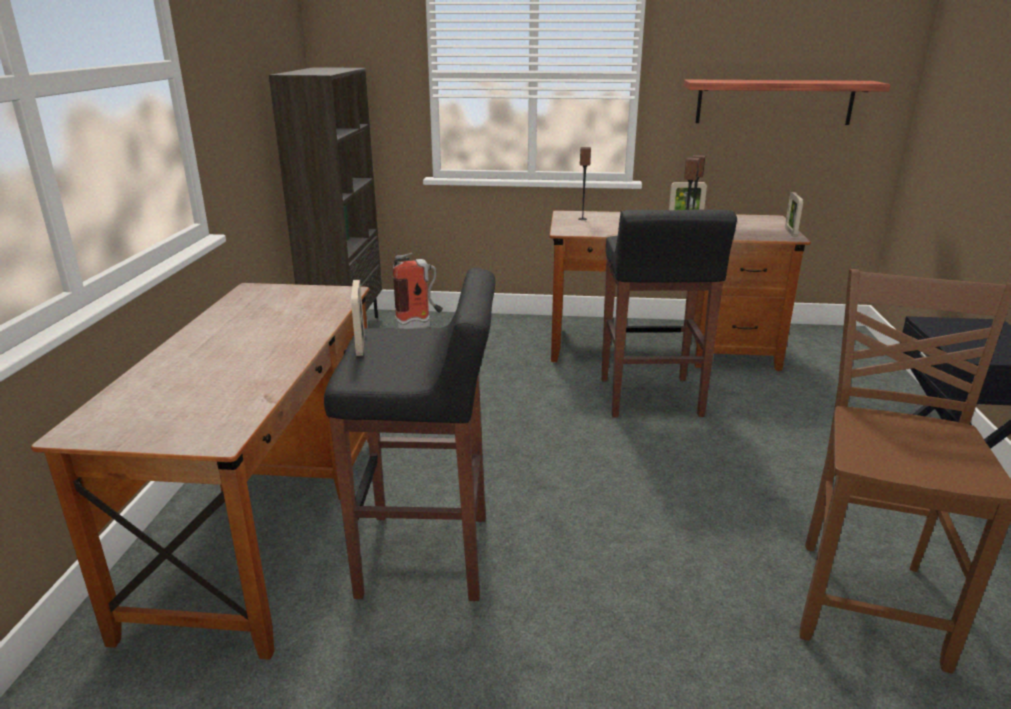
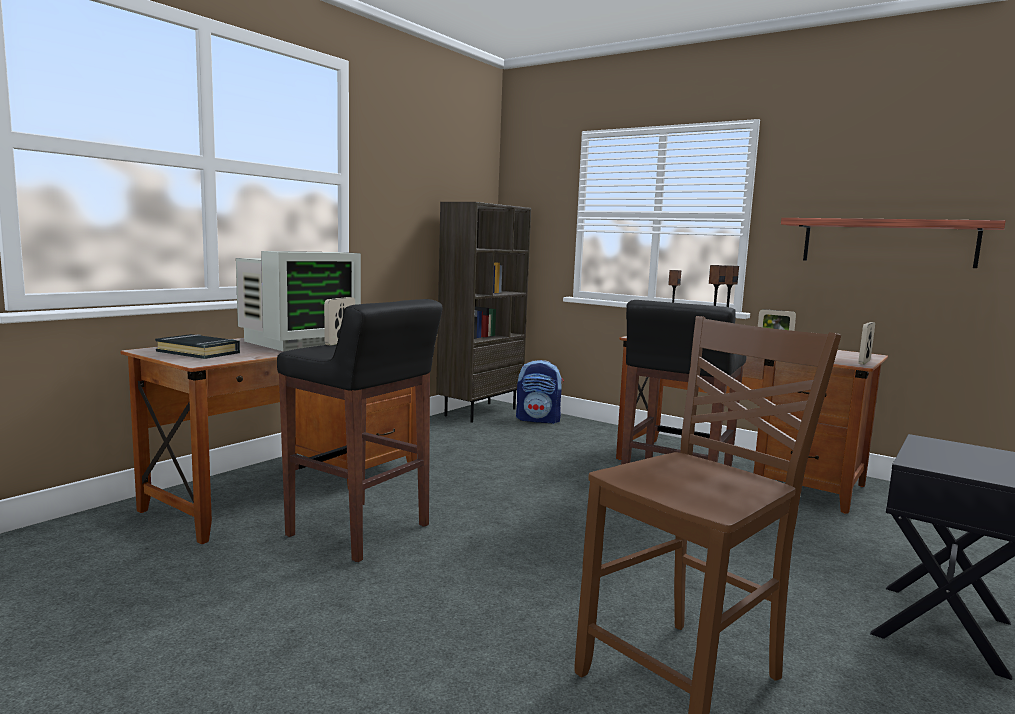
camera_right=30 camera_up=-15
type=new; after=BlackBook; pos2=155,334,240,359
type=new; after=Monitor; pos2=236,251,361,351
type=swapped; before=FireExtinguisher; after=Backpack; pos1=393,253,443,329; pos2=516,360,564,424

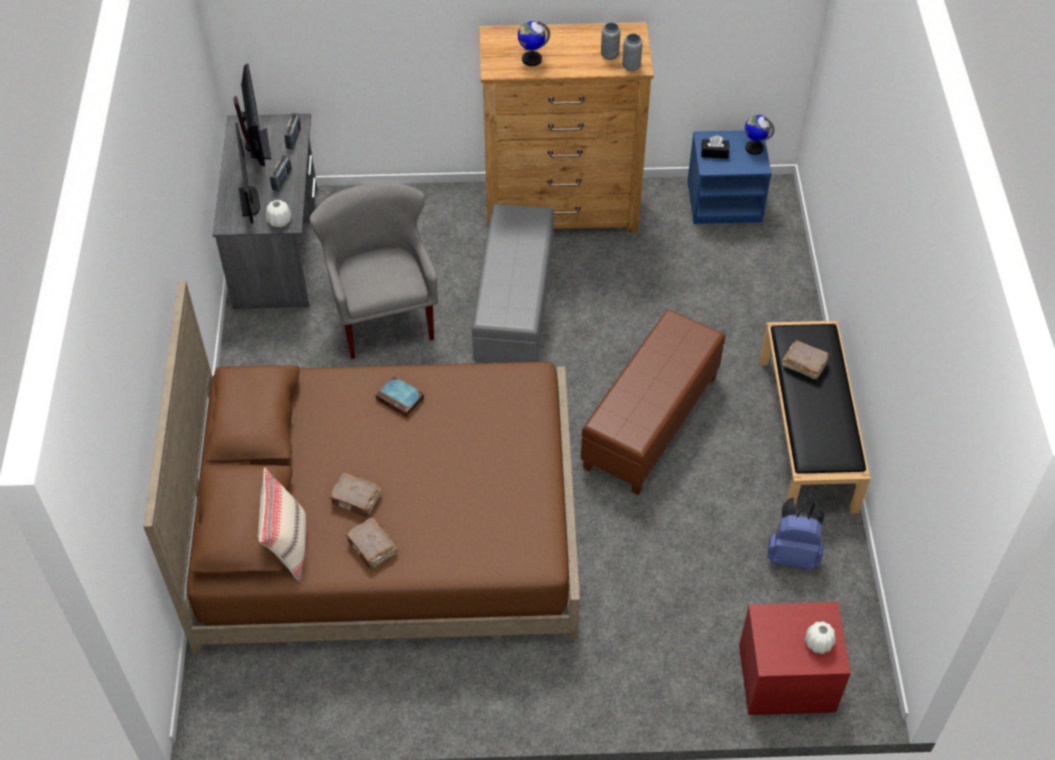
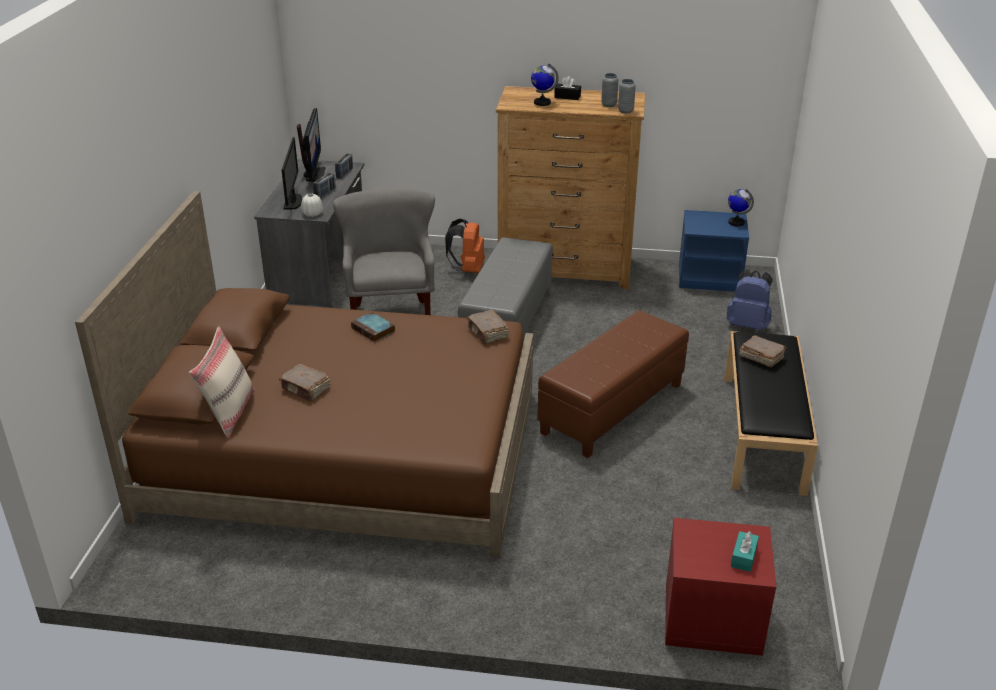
camera_right=10 camera_up=-20
type=new; after=OrangeBackpack; pos2=445,219,485,273
type=shifted; before=BrownBook; pos1=345,517,397,570; pos2=467,310,509,344
type=shifted; before=BlackTissueBox; pos1=701,136,729,159; pos2=554,76,581,100
type=shifted; before=BlueBackpack; pos1=767,498,825,570; pos2=726,269,773,330
type=swapped; before=WhiteVase; after=TurquoiseTissueBox; pos1=805,621,836,654; pos2=731,531,759,572

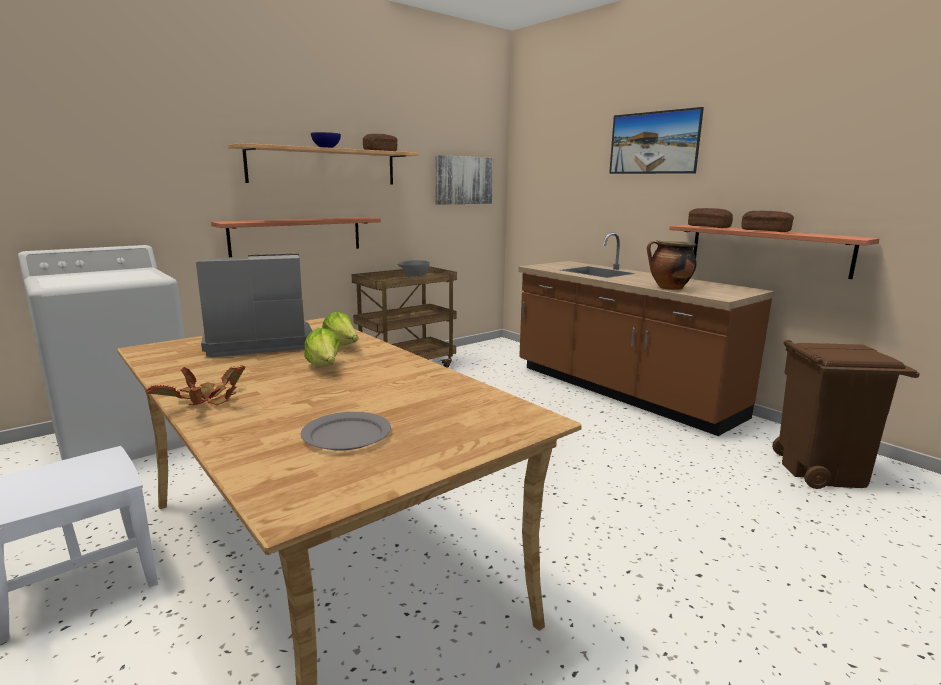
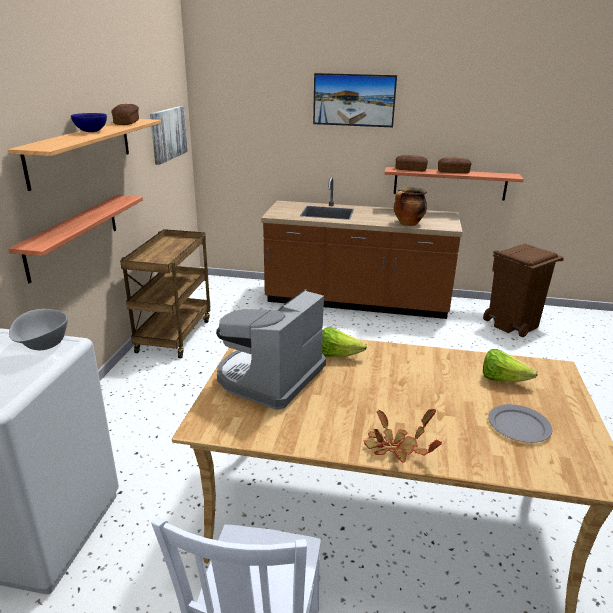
camera_right=-40 camera_up=10
type=shifted; before=Lettuce; pos1=304,328,341,367; pos2=483,349,538,382
type=shifted; before=GreyBowl; pos1=397,260,430,277; pos2=9,309,68,350

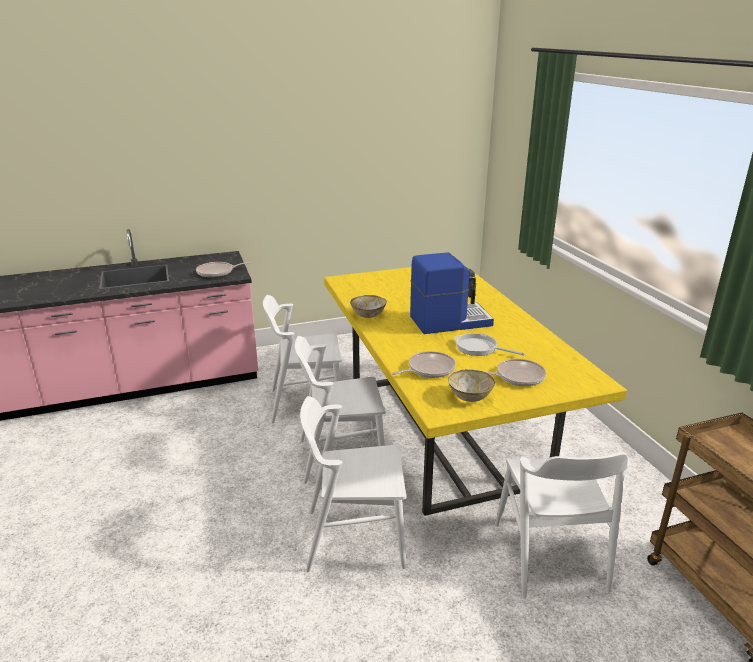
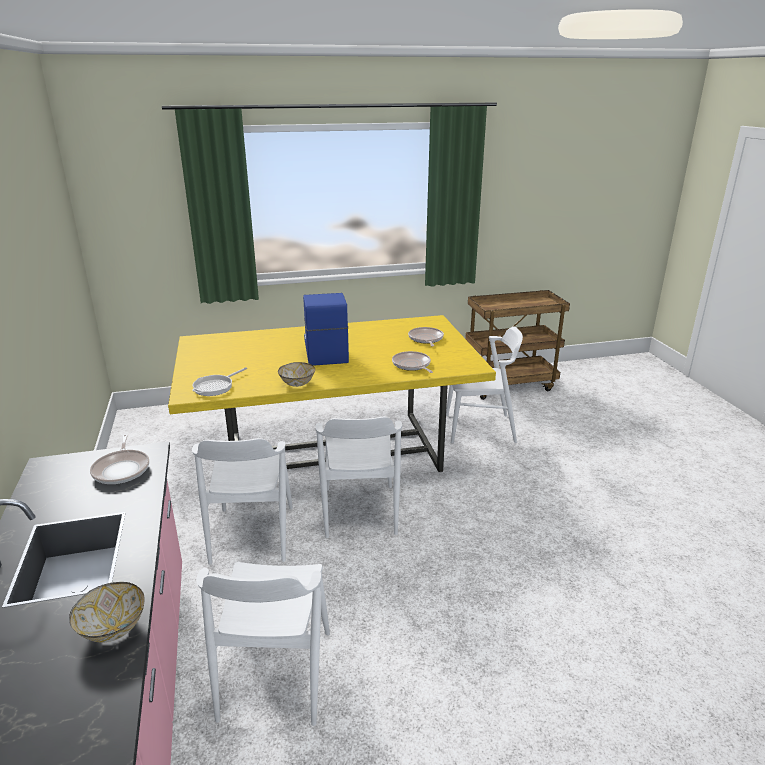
camera_right=-85 camera_up=0
type=shifted; before=WhiteChair; pos1=300,396,407,572; pos2=196,562,330,726
type=shifted; before=Bowl; pos1=448,370,495,402; pos2=69,582,144,643
type=shifted; before=FryingPan; pos1=453,333,525,356; pos2=192,367,247,396

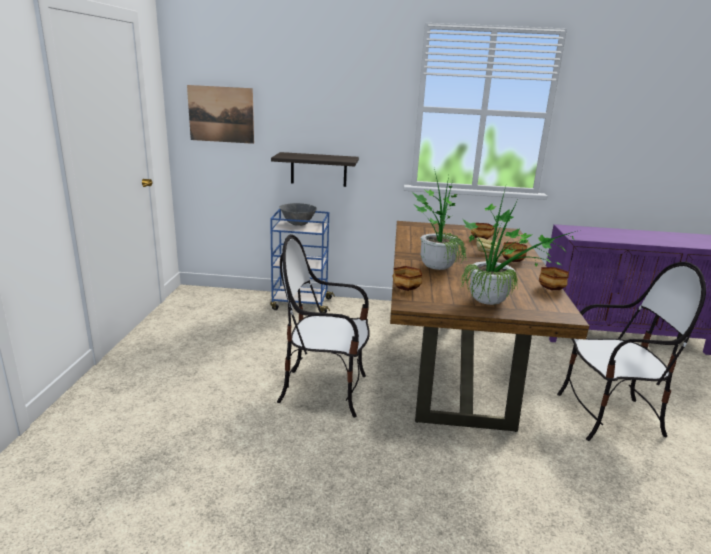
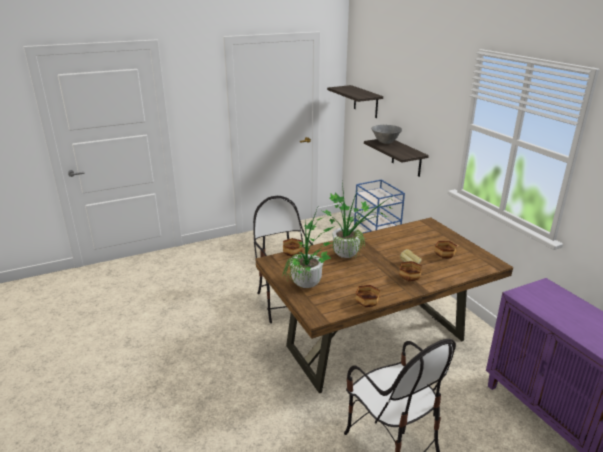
camera_right=60 camera_up=5
type=shifted; before=GreyBowl; pos1=280,203,317,226; pos2=371,125,402,144
type=swapped; before=Picture; after=Shelf; pos1=187,85,254,144; pos2=327,85,383,118

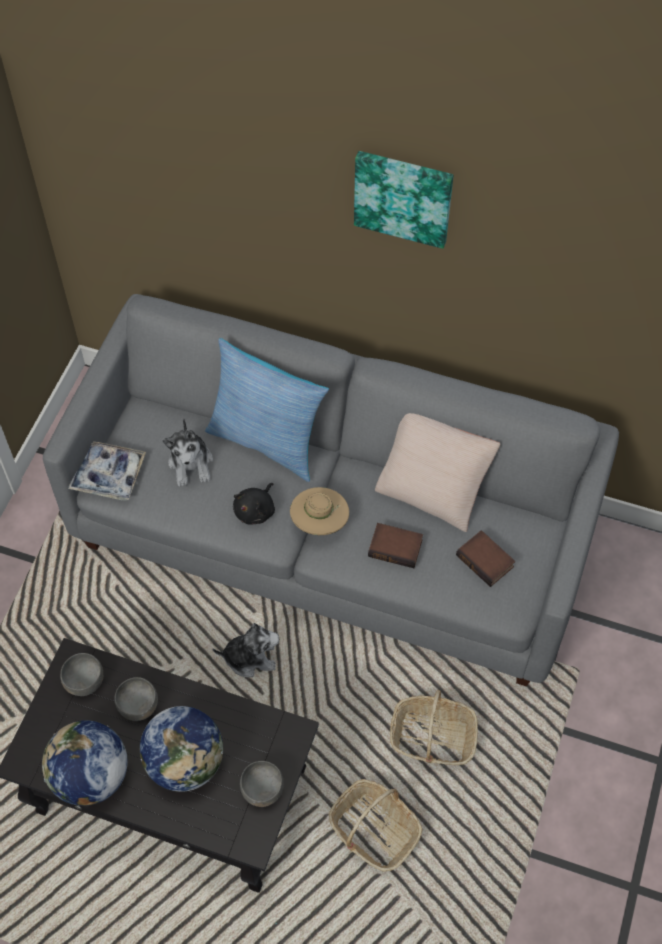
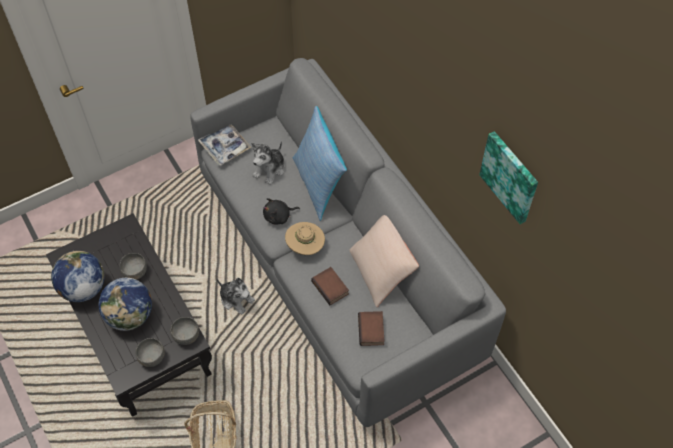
camera_right=40 camera_up=0
type=gone; before=Basket; pos1=390,690,478,765
type=shifted; before=GreyBowl; pos1=60,653,103,696; pos2=170,317,199,345
type=shifted; before=Picture; pos1=354,151,454,249; pos2=479,131,538,224

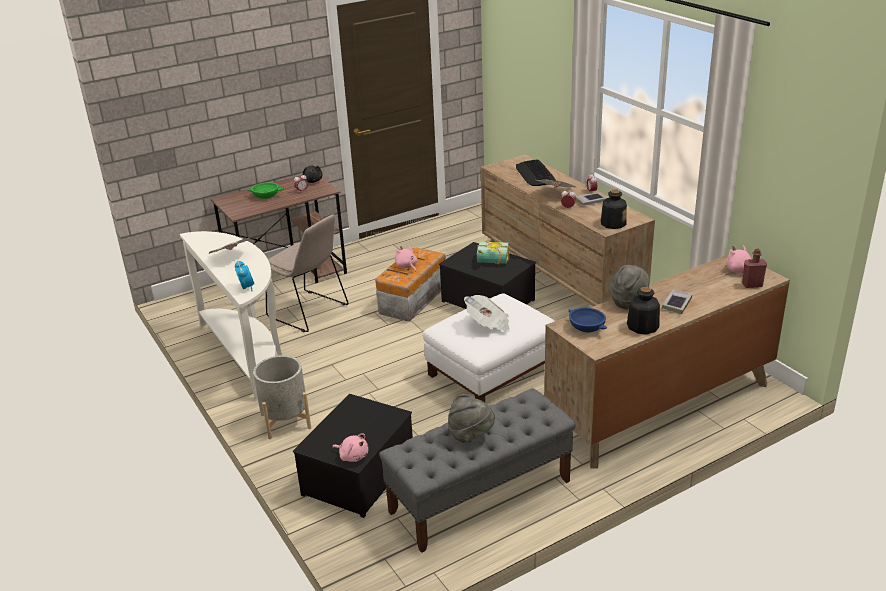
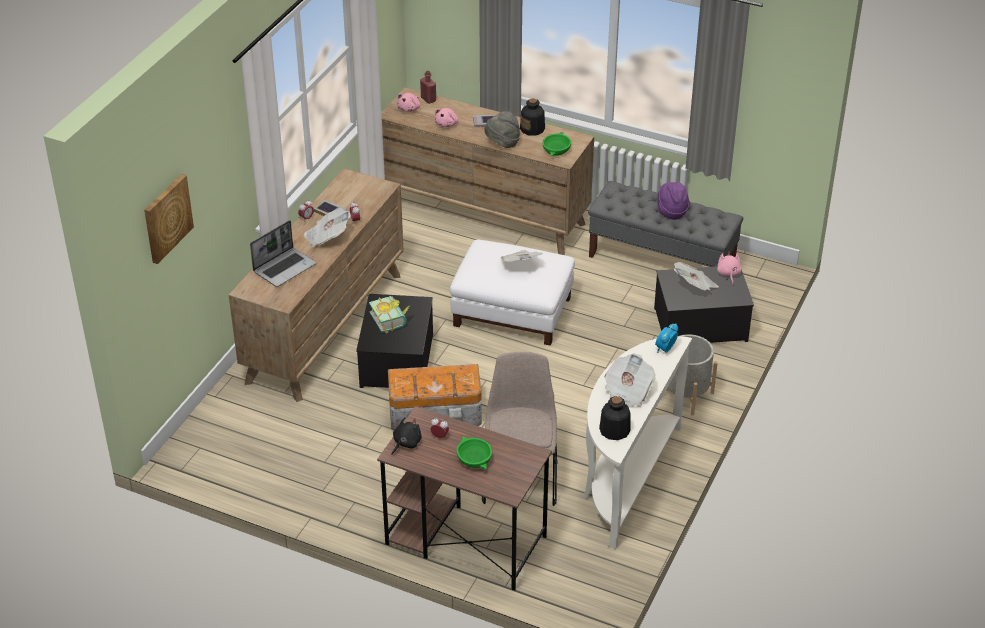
camera_right=-125 camera_up=10
type=new; after=Picture; pos2=144,174,194,264
type=new; after=Newspaper; pos2=673,262,719,291
type=shifted; before=PinkPlushToy; pos1=395,245,417,272; pos2=435,108,458,127
type=shifted; before=Bottle; pos1=601,190,627,229; pos2=599,396,630,440
type=swapped; before=Keyboard; after=Laptop; pos1=516,160,556,186; pos2=250,220,316,287
type=repainted; before=GreyHat; after=PurpleHat; pos1=448,394,495,443; pos2=657,182,690,220
type=repainted; before=BlueBowl; after=GreenBowl; pos1=568,308,607,332; pos2=543,132,571,156

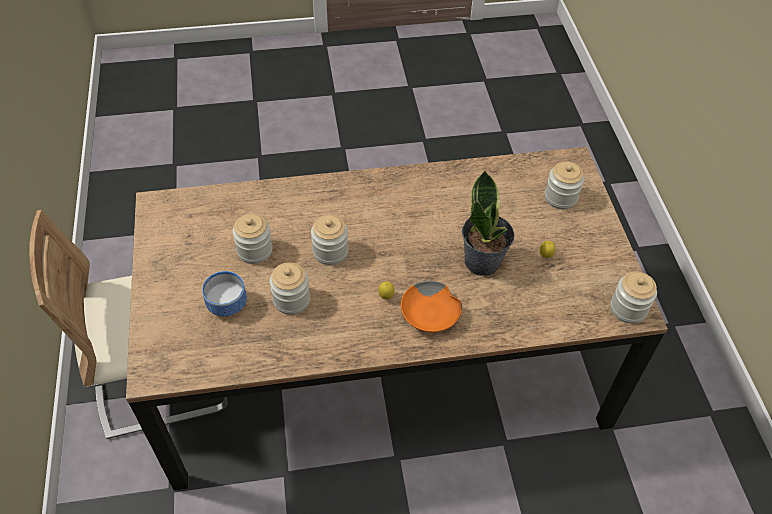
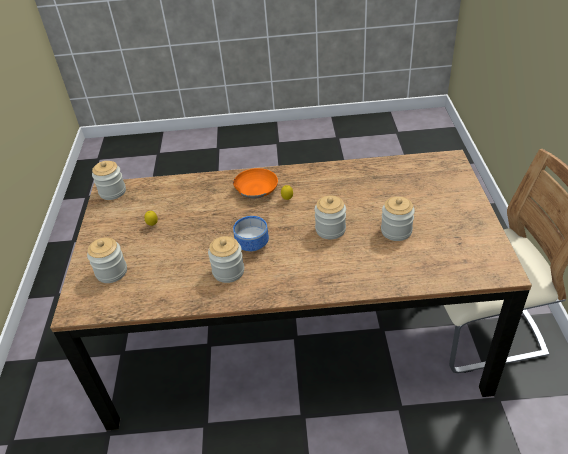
camera_right=-170 camera_up=-10
type=gone; before=PottedPlant; pos1=462,171,514,276
type=shifted; before=Bowl; pos1=202,271,247,316; pos2=233,216,269,252
type=shifted; before=Jar; pos1=270,262,310,315; pos2=208,236,244,283

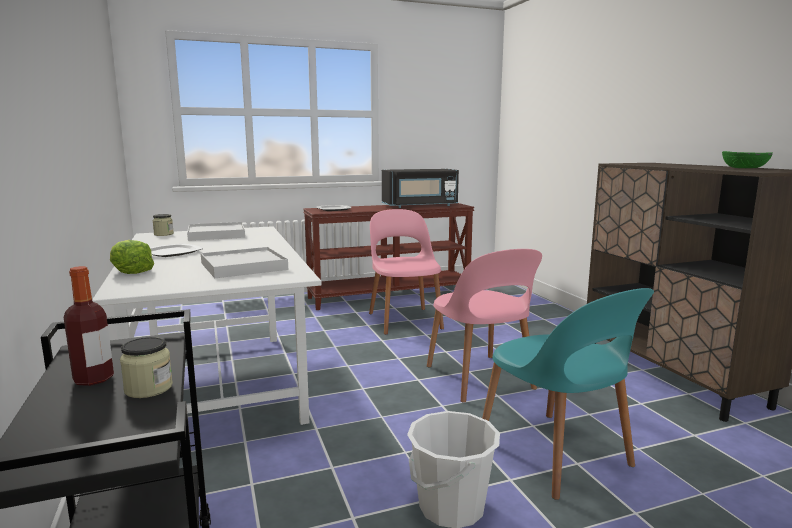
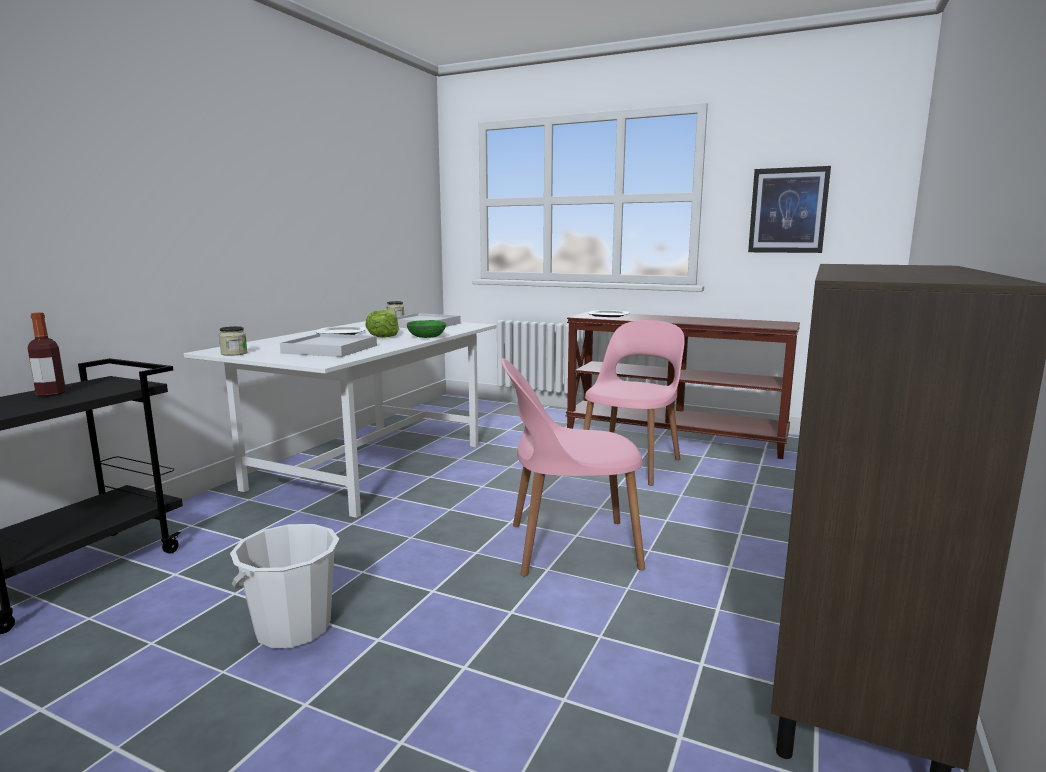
camera_right=45 camera_up=0
type=gone; before=BlackMicrowave; pos1=382,169,459,208
type=gone; before=TurquoiseChair; pos1=482,288,654,500
type=new; after=Picture; pos2=748,166,831,253
type=shifted; before=Lettuce; pos1=110,240,154,274; pos2=365,310,399,337
type=shifted; before=Jar; pos1=120,337,173,398; pos2=219,326,248,356
type=shifted; before=GreenBowl; pos1=722,151,773,168; pos2=407,320,446,338
type=rotated; before=PinkChair; pos1=427,249,542,403; pos2=501,358,645,576; turn=60

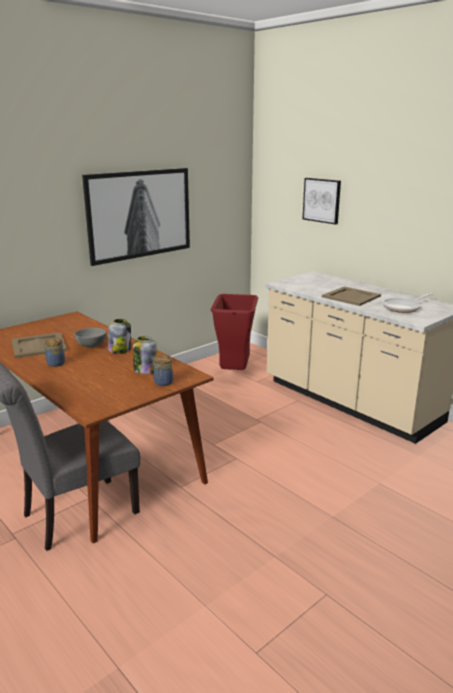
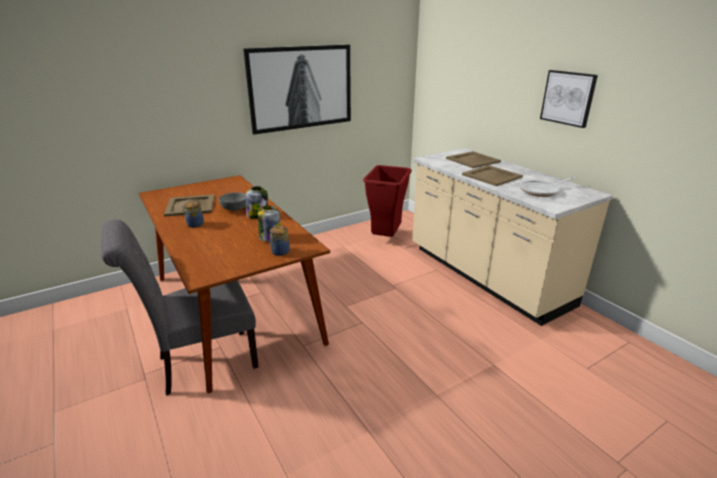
camera_right=10 camera_up=5
type=new; after=BeigeTray; pos2=446,151,501,168
type=shifted; before=Picture; pos1=303,178,341,224; pos2=540,70,598,128

